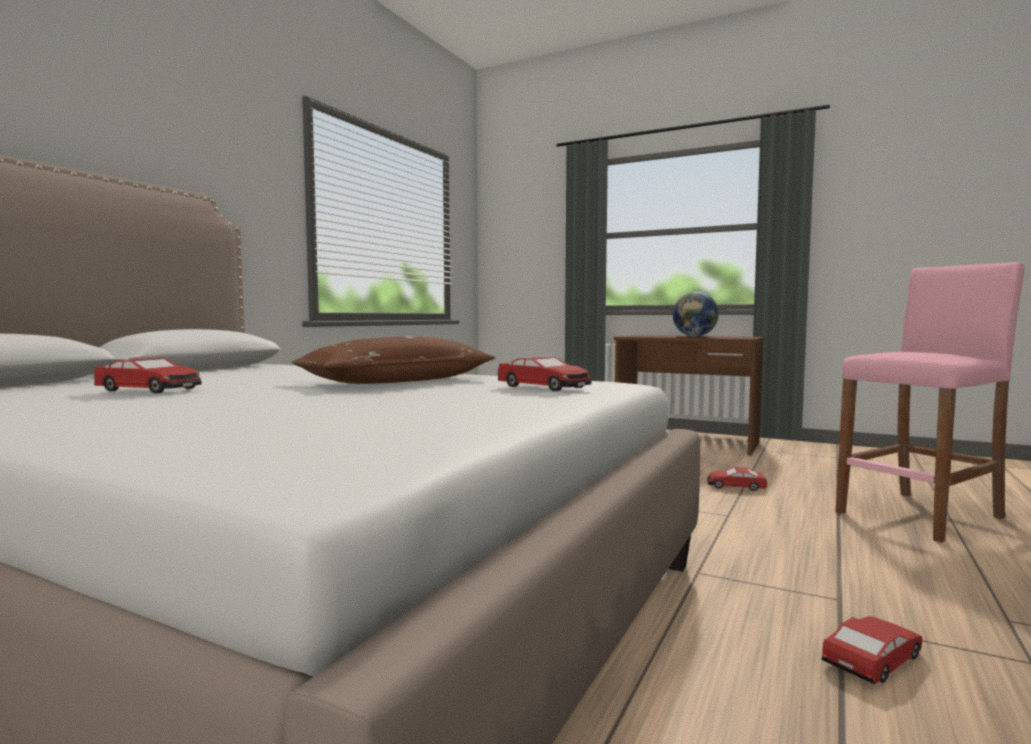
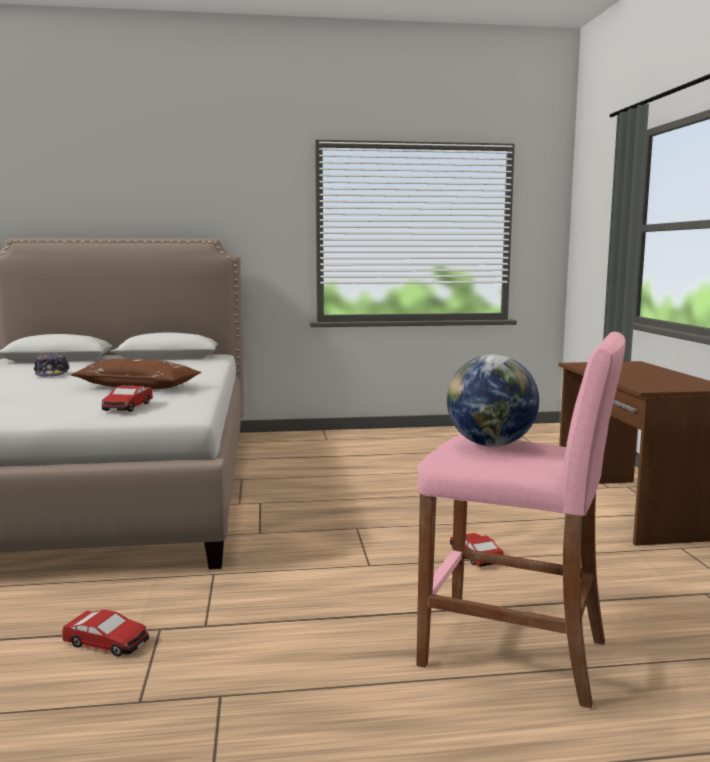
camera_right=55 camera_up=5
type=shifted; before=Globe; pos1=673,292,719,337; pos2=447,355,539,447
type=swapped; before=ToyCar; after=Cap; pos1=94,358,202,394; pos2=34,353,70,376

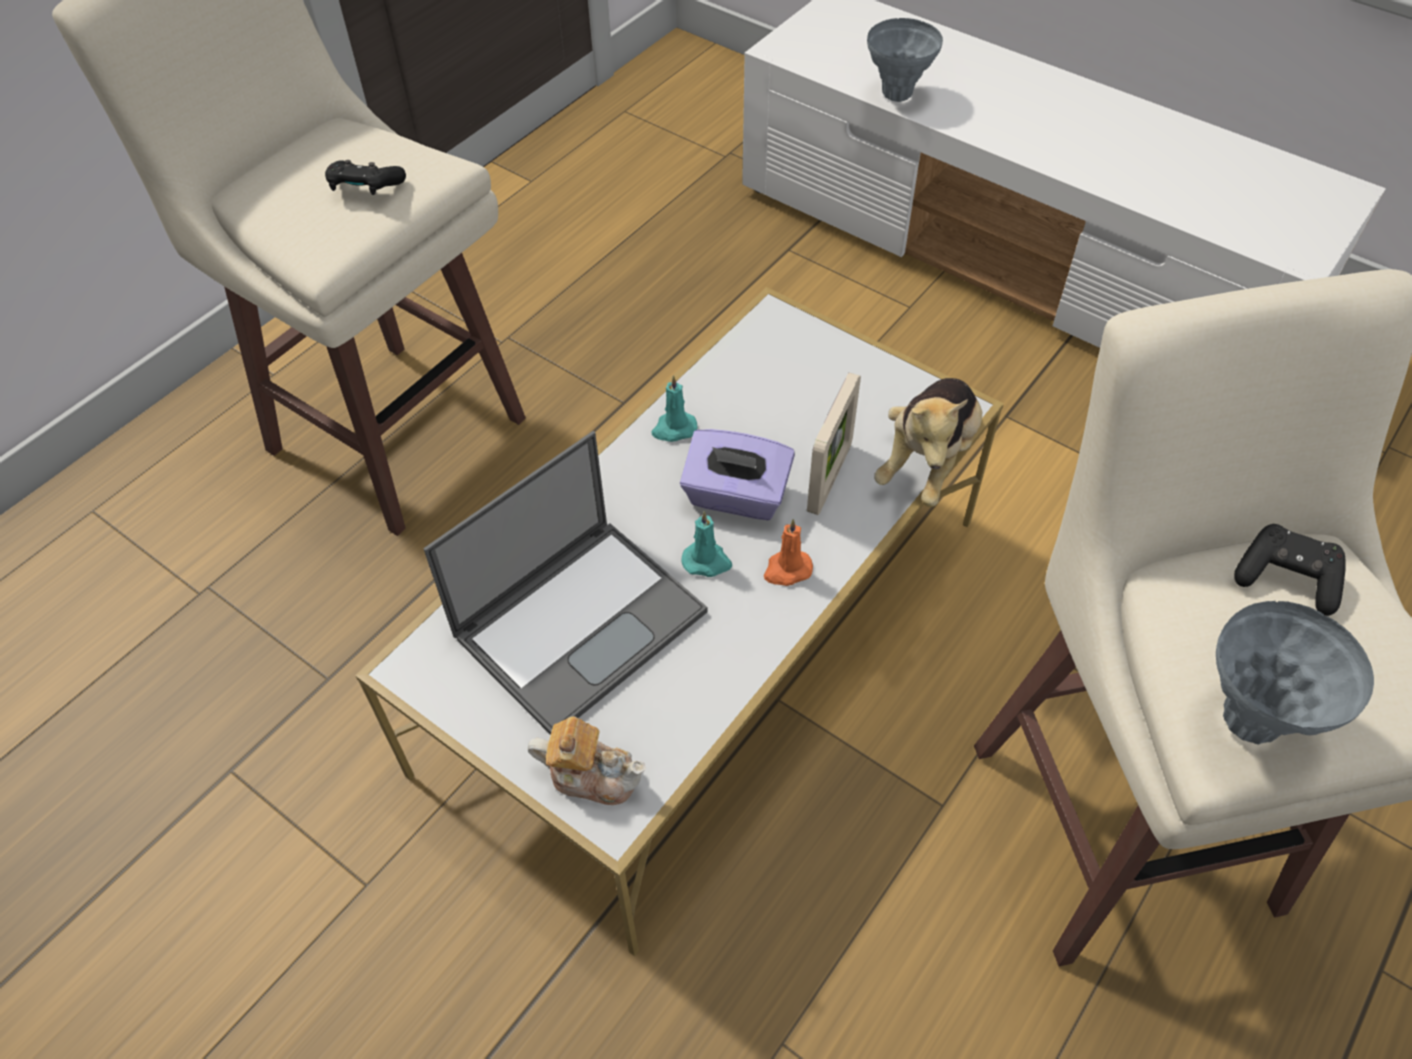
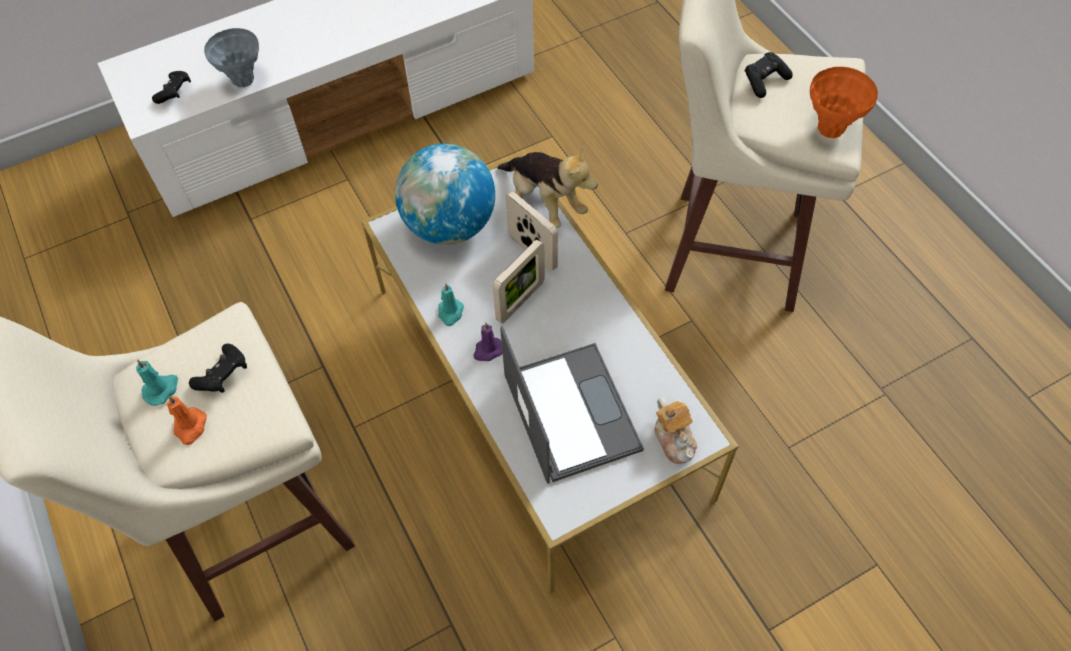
camera_right=-65 camera_up=5
type=new; after=BlackGameController; pos2=152,71,191,104
type=new; after=Globe; pos2=395,143,495,245
type=new; after=PurpleCandle; pos2=473,323,503,361
type=shifted; before=TurquoiseCandle; pos1=681,511,732,577; pos2=136,359,178,406
type=shifted; before=OrangeCandle; pos1=764,519,813,586; pos2=166,396,207,445
type=swapped; before=PurpleTissueBox; after=PictureFrame; pos1=680,429,795,520; pos2=493,240,545,323
type=repainted; before=GreyVase; after=OrangeVase; pos1=1216,601,1374,745; pos2=810,67,878,138
type=rotated; before=Teapot; pos1=528,716,646,805; pos2=655,397,697,464; turn=120

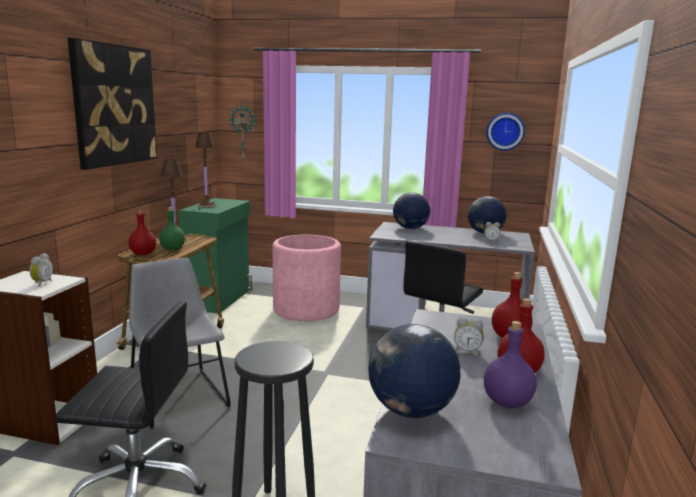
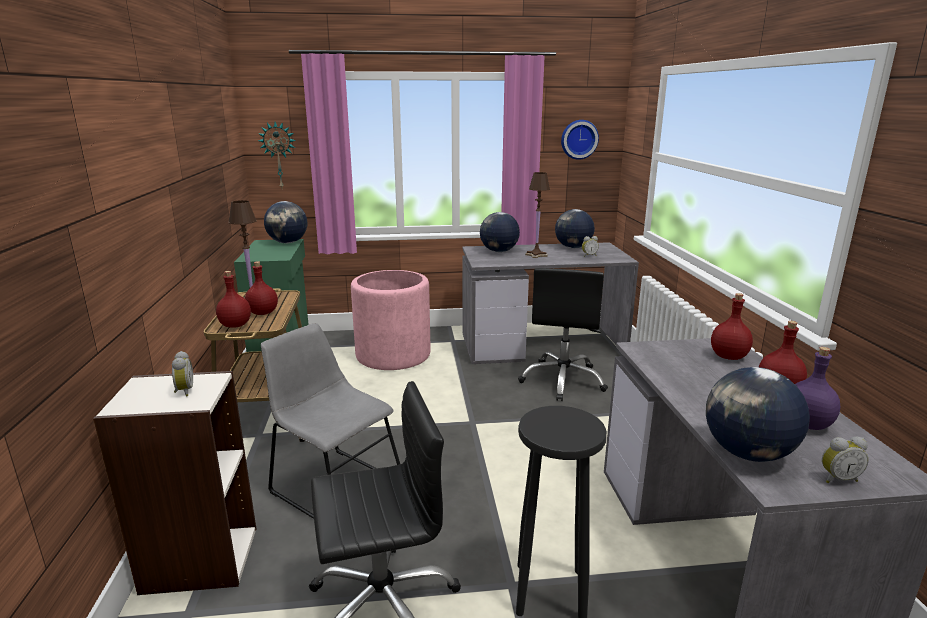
camera_right=-20 camera_up=5
type=gone; before=Picture; pos1=68,38,157,170
type=new; after=Globe; pos2=264,201,307,243
type=shifted; before=BrownTableLamp; pos1=195,133,216,208; pos2=525,172,550,258
type=shifted; before=AlarmClock; pos1=454,317,483,355; pos2=822,437,869,483
type=repainted; before=GreenBottle; after=RedBottle; pos1=159,207,185,250; pos2=245,261,278,315

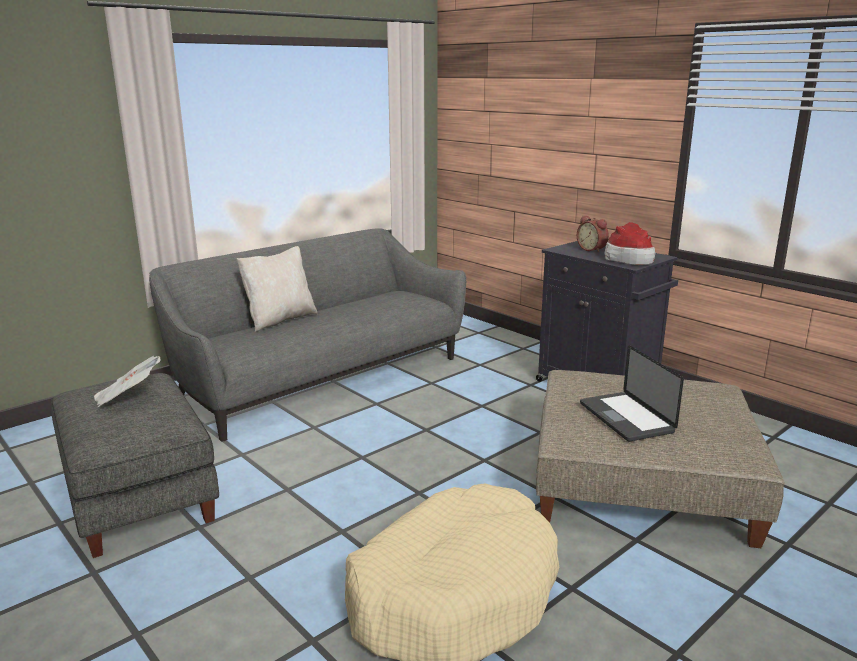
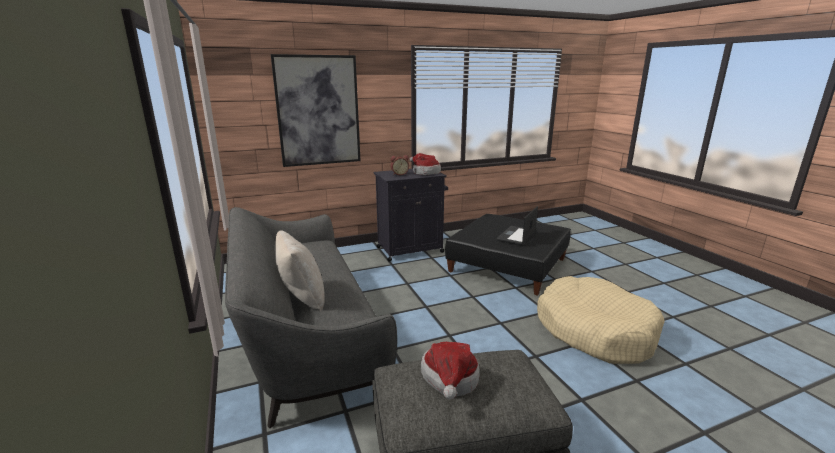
camera_right=-70 camera_up=0
type=new; after=Picture; pos2=271,54,361,167
type=swapped; before=Newspaper; after=Hat; pos1=94,356,161,407; pos2=421,342,480,399
type=repainted; before=BeigeOttoman; after=BlackOttoman; pos1=536,370,785,548; pos2=445,214,571,296
type=rotated; before=Laptop; pos1=580,345,684,442; pos2=497,206,538,245; turn=120

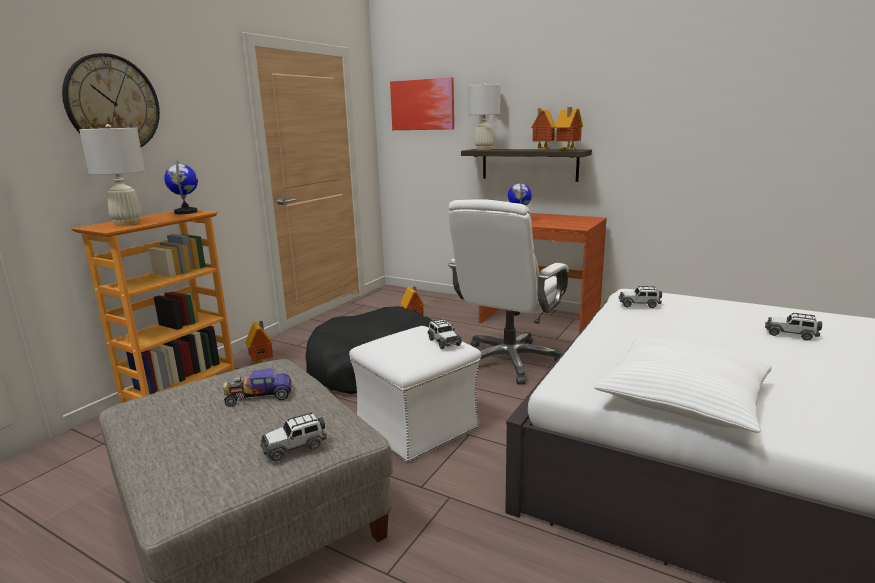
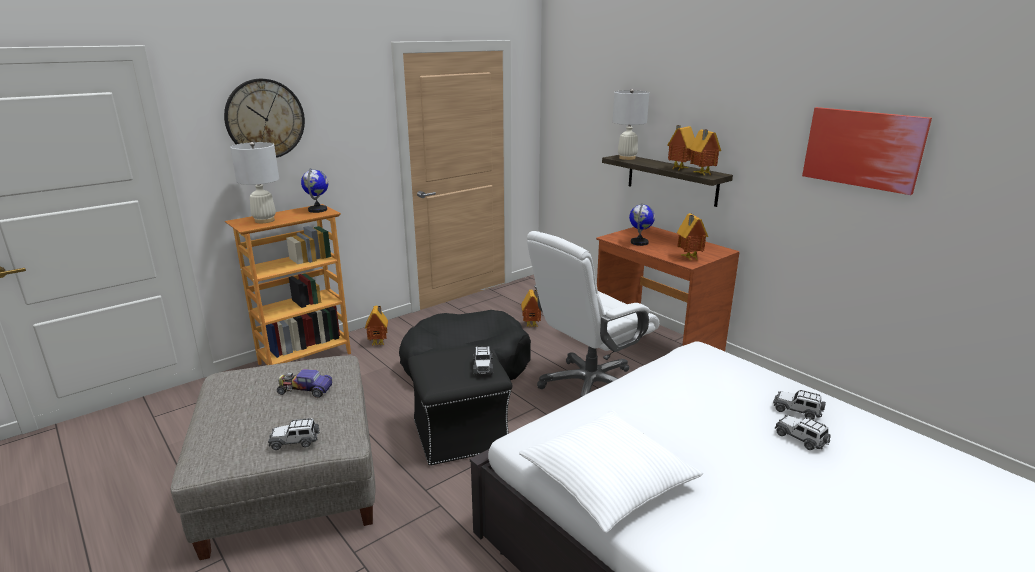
camera_right=20 camera_up=5
type=new; after=ToyHouse; pos2=677,213,708,261
type=shifted; before=Picture; pos1=390,77,454,130; pos2=802,107,932,195
type=shifted; before=ToyCar; pos1=619,286,662,308; pos2=773,390,826,419
type=repainted; before=WhiteOttoman; after=BlackOttoman; pos1=349,326,481,462; pos2=408,344,512,466

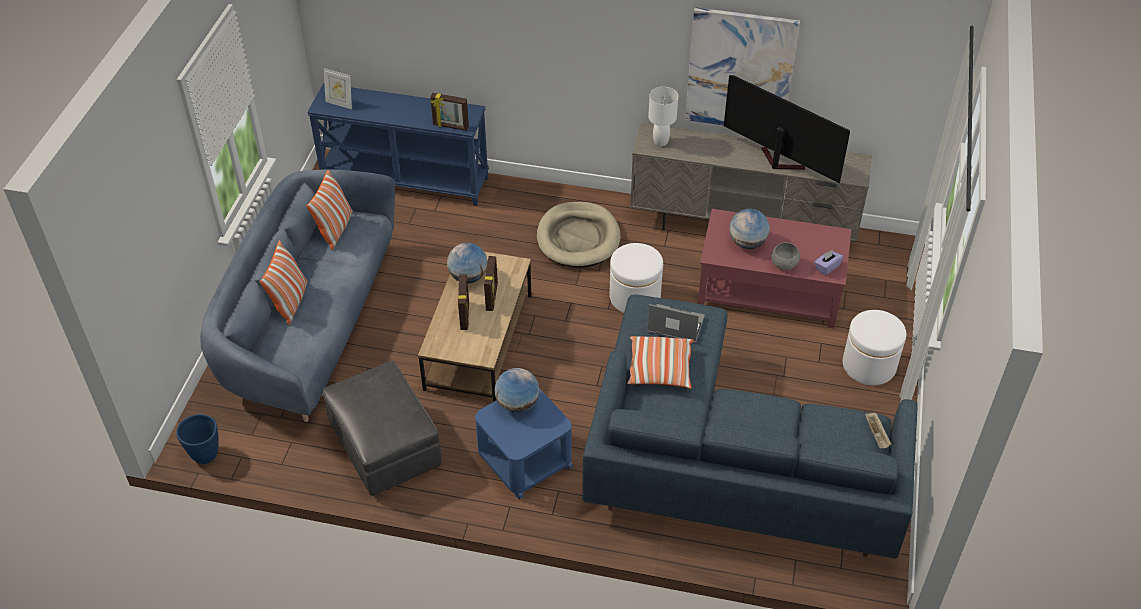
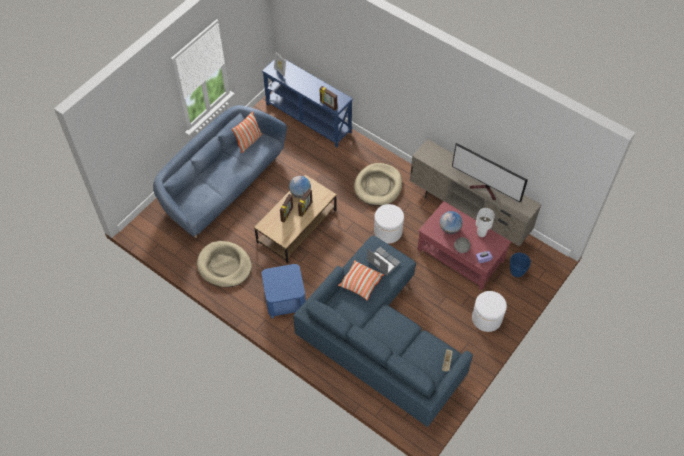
camera_right=25 camera_up=10
type=gone; before=Pillow; pos1=260,240,307,325
type=gone; before=Globe; pos1=495,368,540,413
type=gone; before=Picture; pos1=685,7,800,125
type=shifted; before=BluePlanter; pos1=176,414,219,464; pos2=510,253,531,277
type=shifted; before=WhiteTableLamp; pos1=648,87,678,146; pos2=476,208,495,237
type=swapped; before=GreyOttoman; after=BeigeDogBed; pos1=323,360,442,496; pos2=197,241,252,287
type=rotated; before=Television; pos1=724,75,850,183; pos2=452,143,528,202; turn=150

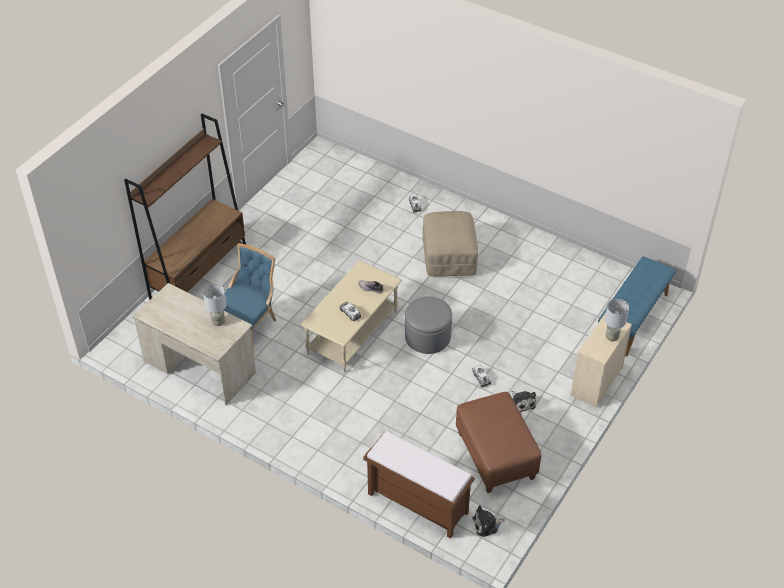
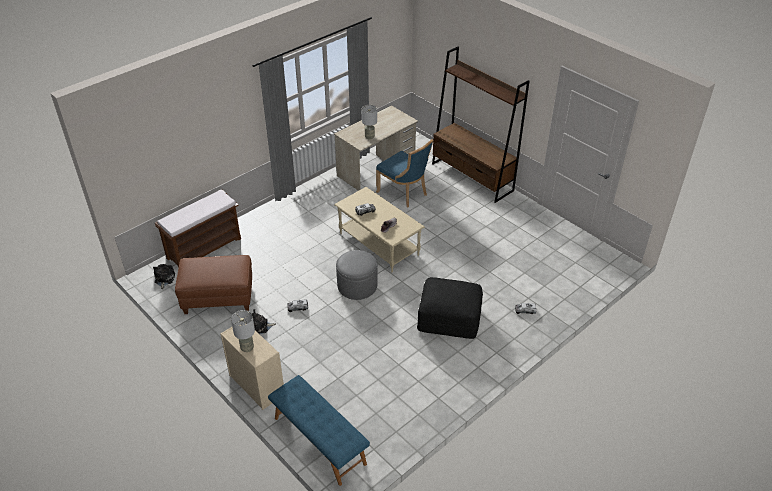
camera_right=105 camera_up=-5
type=repainted; before=BeigeOttoman; after=BlackOttoman; pos1=422,211,478,277; pos2=417,277,483,339

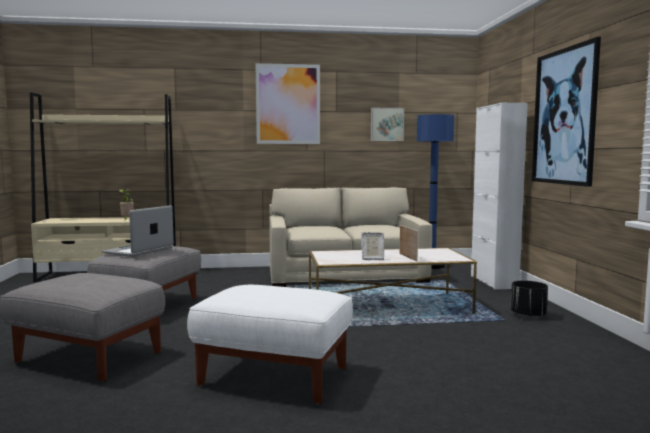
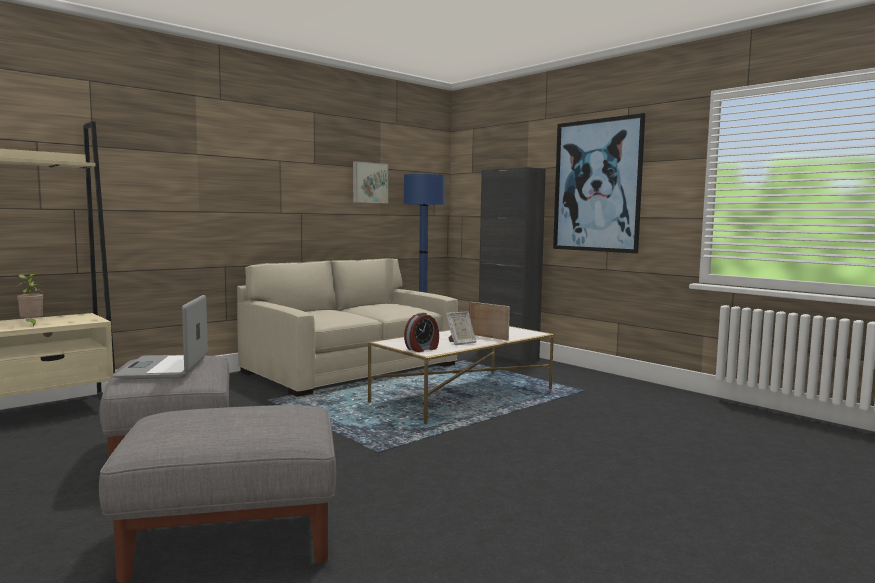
camera_right=-35 camera_up=0
type=gone; before=WhiteOttoman; pos1=187,285,353,404
type=gone; before=Picture; pos1=255,63,320,144
type=gone; before=BlackPlanter; pos1=511,280,548,318
type=new; after=AlarmClock; pos2=404,313,439,352
type=repainted; before=WhiteCabinet; after=BlackCabinet; pos1=471,103,528,290; pos2=478,167,546,363

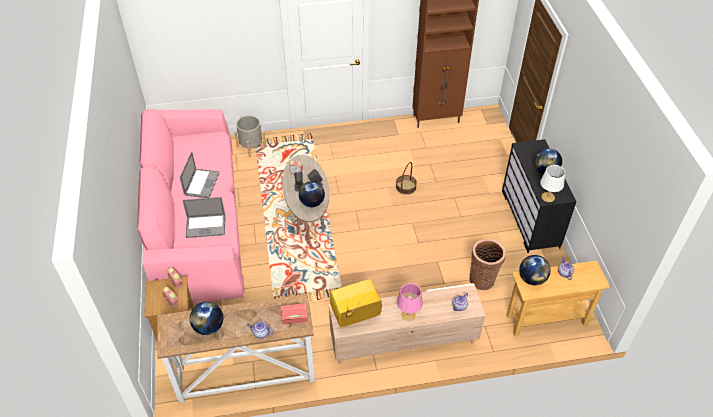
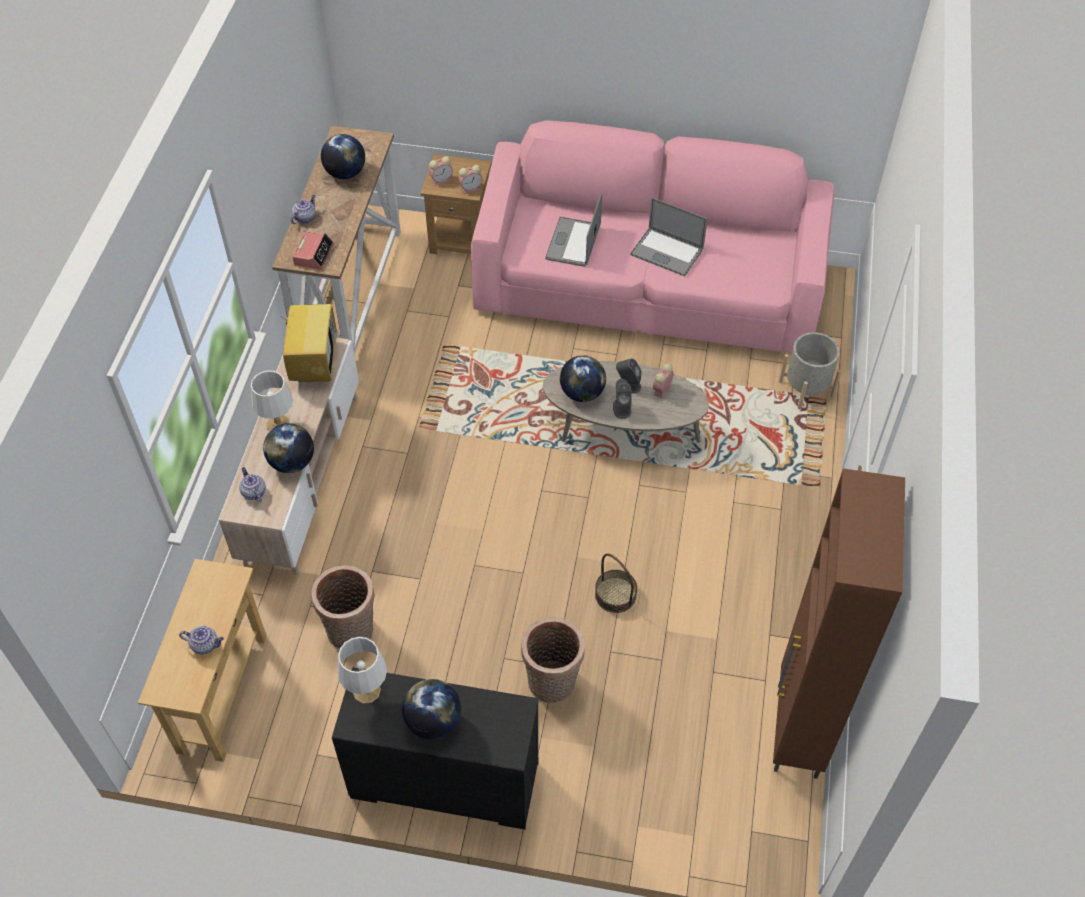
camera_right=110 camera_up=5
type=new; after=Basket; pos2=522,617,585,703
type=shifted; before=Globe; pos1=519,255,550,285; pos2=263,423,314,473
type=repainted; before=PinkTableLamp; after=WhiteTableLamp; pos1=397,283,423,321; pos2=251,371,293,431

